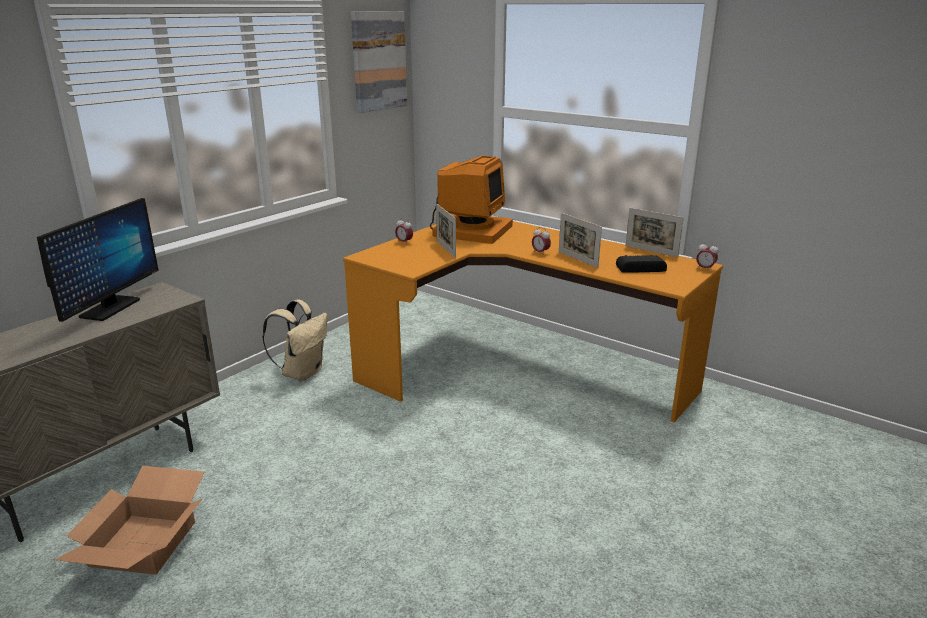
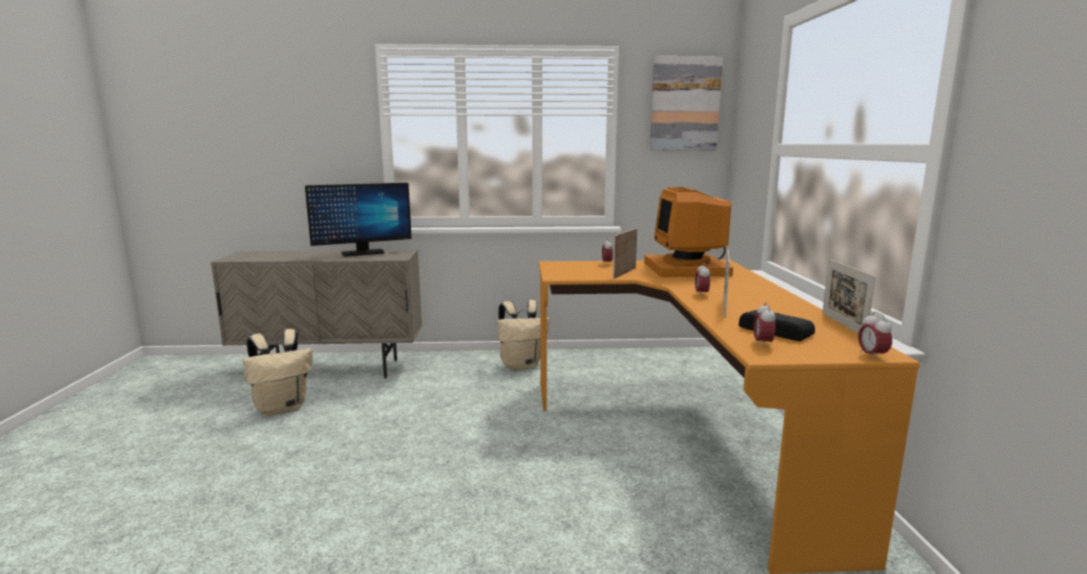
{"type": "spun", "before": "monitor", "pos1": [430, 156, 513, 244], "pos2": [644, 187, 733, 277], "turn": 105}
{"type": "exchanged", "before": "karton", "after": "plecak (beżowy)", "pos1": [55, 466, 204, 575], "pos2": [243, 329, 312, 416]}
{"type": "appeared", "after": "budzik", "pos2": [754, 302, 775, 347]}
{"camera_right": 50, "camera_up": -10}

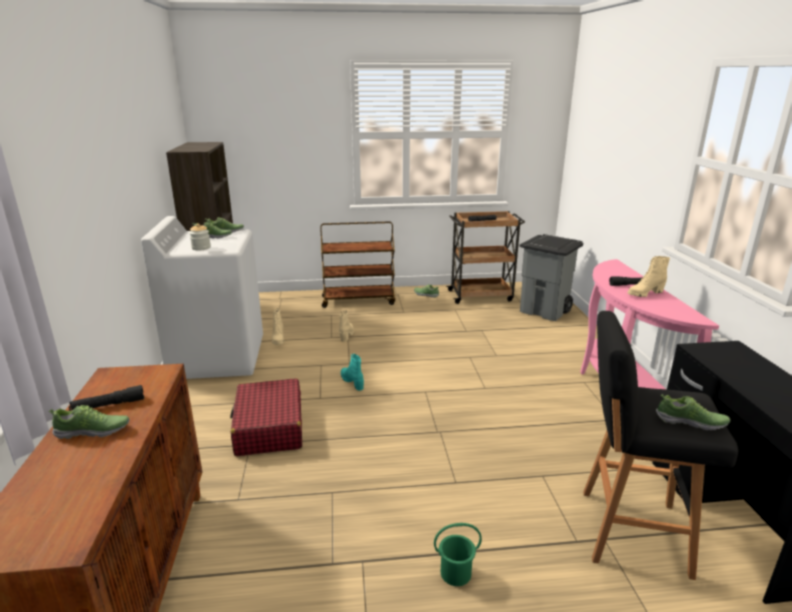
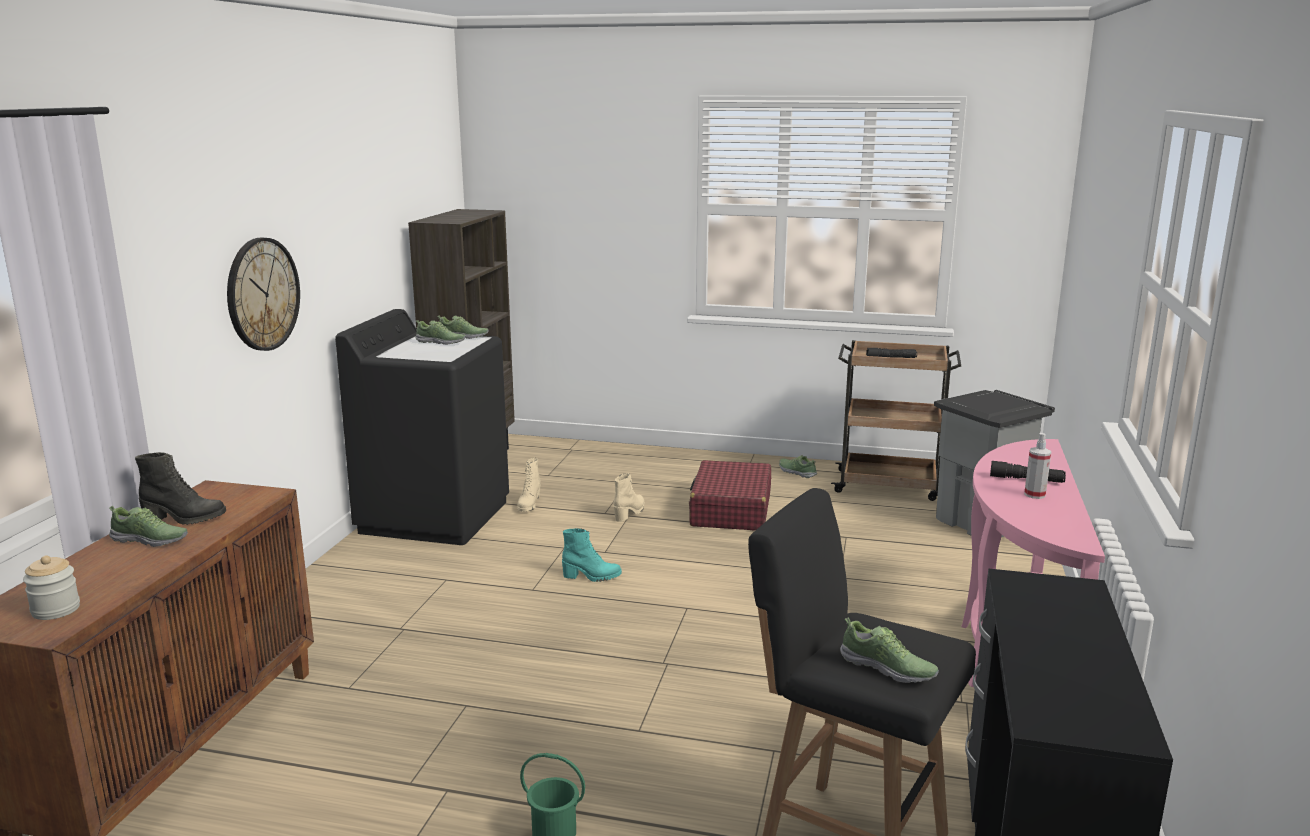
{"type": "colour", "before": "pralka (biały)", "after": "pralka (czarny)", "pos1": [141, 216, 263, 379], "pos2": [335, 309, 509, 545]}
{"type": "missing", "before": "wózek (brązowy)", "pos1": [320, 222, 395, 308]}
{"type": "relocated", "before": "słoik", "pos1": [189, 224, 211, 250], "pos2": [23, 555, 80, 620]}
{"type": "exchanged", "before": "but z cholewką (beżowy)", "after": "spryskiwacz", "pos1": [627, 256, 670, 297], "pos2": [1024, 433, 1051, 499]}
{"type": "spun", "before": "but z cholewką (turkusowy)", "pos1": [341, 354, 364, 391], "pos2": [562, 528, 622, 582], "turn": 105}
{"type": "relocated", "before": "walizka (czerwony)", "pos1": [230, 378, 302, 456], "pos2": [689, 460, 771, 531]}
{"type": "exchanged", "before": "latarka (czarny)", "after": "but z cholewką (czarny)", "pos1": [69, 385, 144, 411], "pos2": [135, 452, 226, 525]}
{"type": "appeared", "after": "zegar ścienny", "pos2": [227, 238, 300, 351]}
{"camera_right": 20, "camera_up": -5}

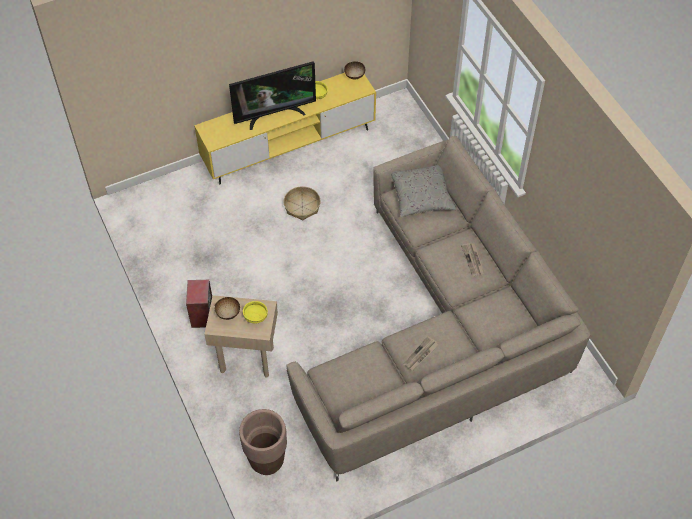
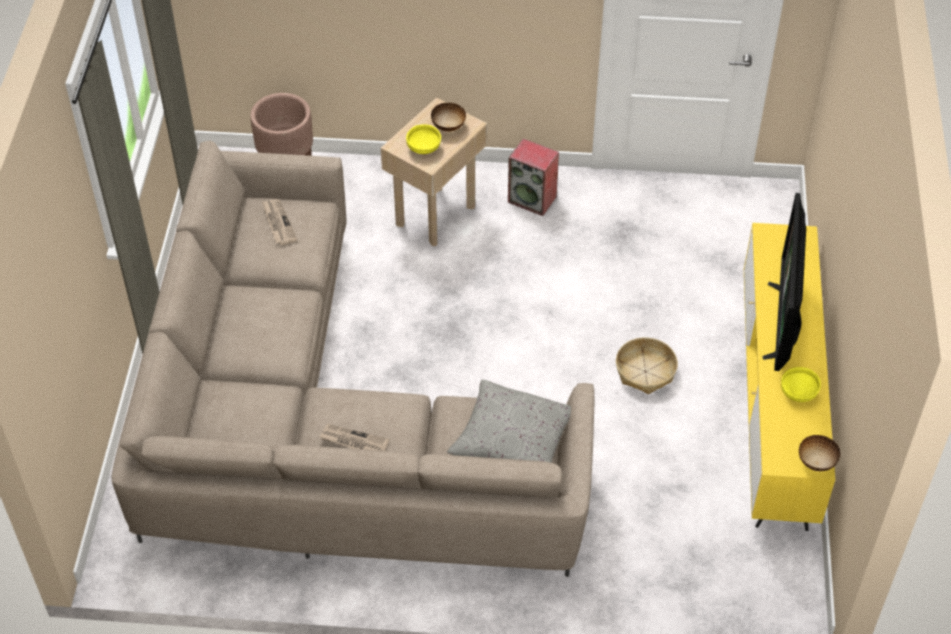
{"type": "relocated", "before": "gazeta", "pos1": [404, 336, 438, 371], "pos2": [262, 199, 297, 245]}
{"camera_right": 120, "camera_up": -5}

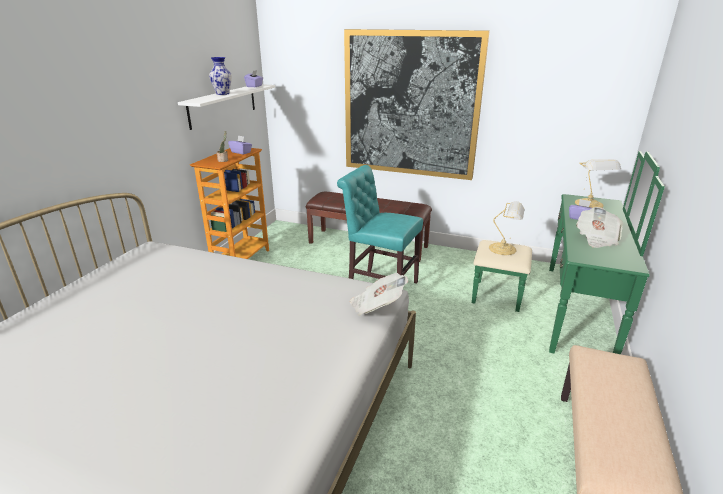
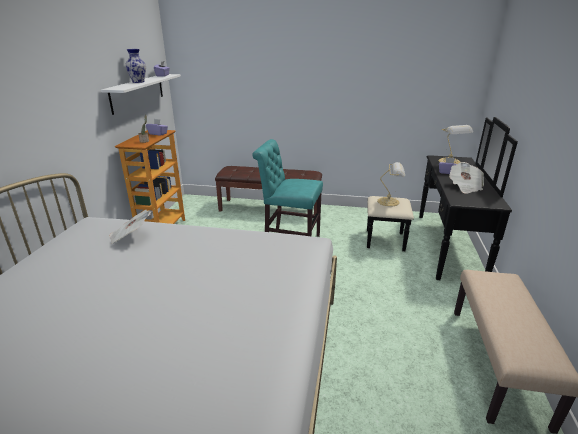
{"type": "missing", "before": "obraz", "pos1": [344, 29, 489, 180]}
{"type": "colour", "before": "komoda (zielony)", "after": "komoda (czarny)", "pos1": [472, 151, 665, 354], "pos2": [367, 117, 518, 280]}
{"type": "relocated", "before": "gazeta", "pos1": [350, 273, 408, 316], "pos2": [109, 210, 151, 244]}
{"camera_right": -10, "camera_up": 0}

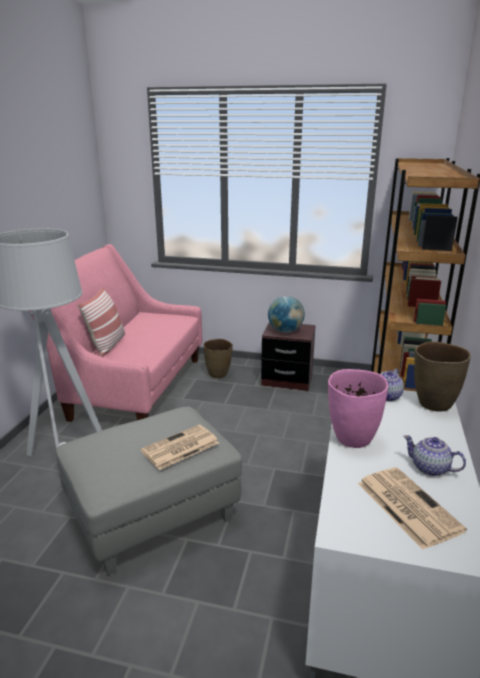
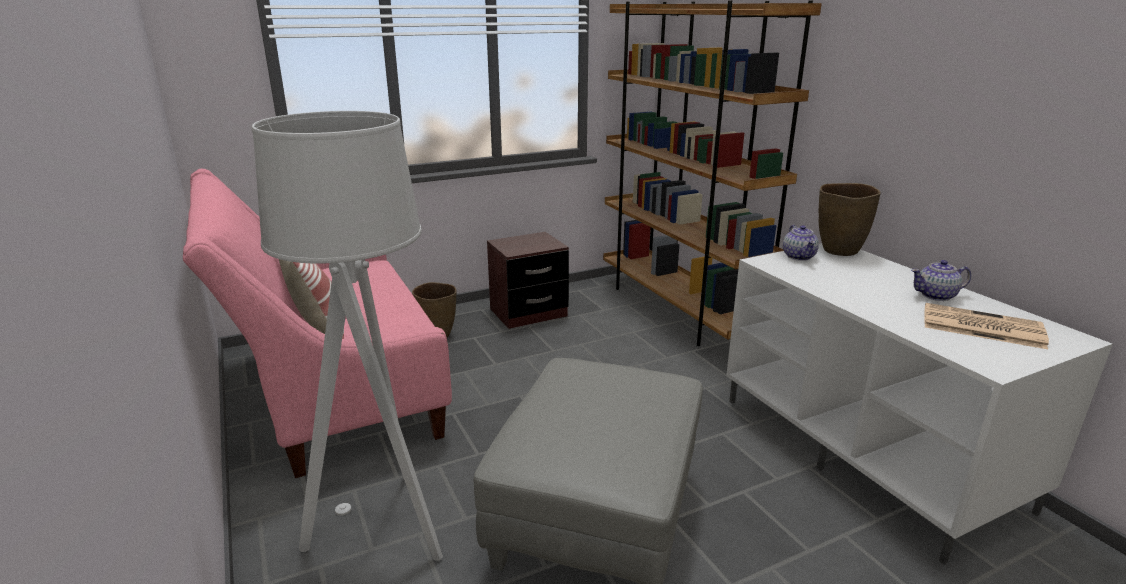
{"type": "missing", "before": "globus", "pos1": [268, 296, 305, 333]}
{"type": "missing", "before": "wazon (różowy)", "pos1": [328, 369, 388, 448]}
{"type": "missing", "before": "gazeta", "pos1": [141, 425, 219, 470]}
{"camera_right": -40, "camera_up": 0}

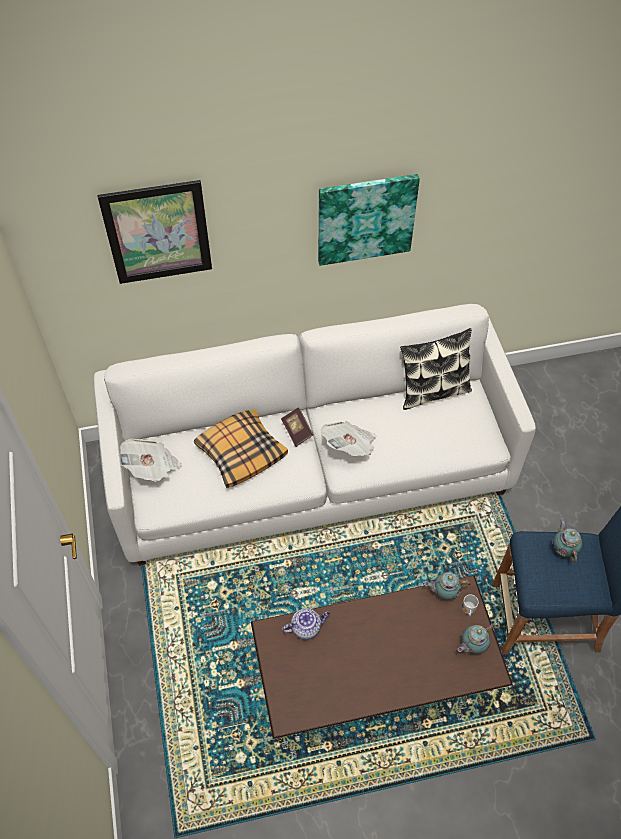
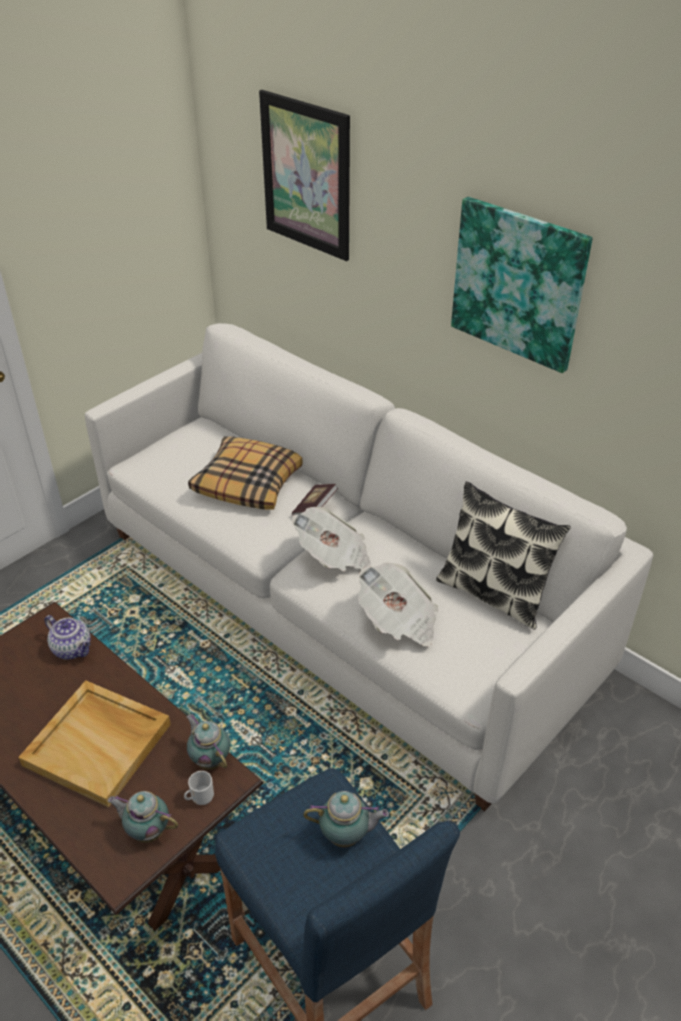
{"type": "relocated", "before": "gazeta", "pos1": [120, 438, 182, 482], "pos2": [358, 563, 438, 646]}
{"type": "spun", "before": "imbryk", "pos1": [553, 518, 583, 562], "pos2": [304, 791, 389, 847], "turn": 45}
{"type": "appeared", "after": "taca (beżowy)", "pos2": [18, 680, 171, 807]}
{"camera_right": 55, "camera_up": -15}

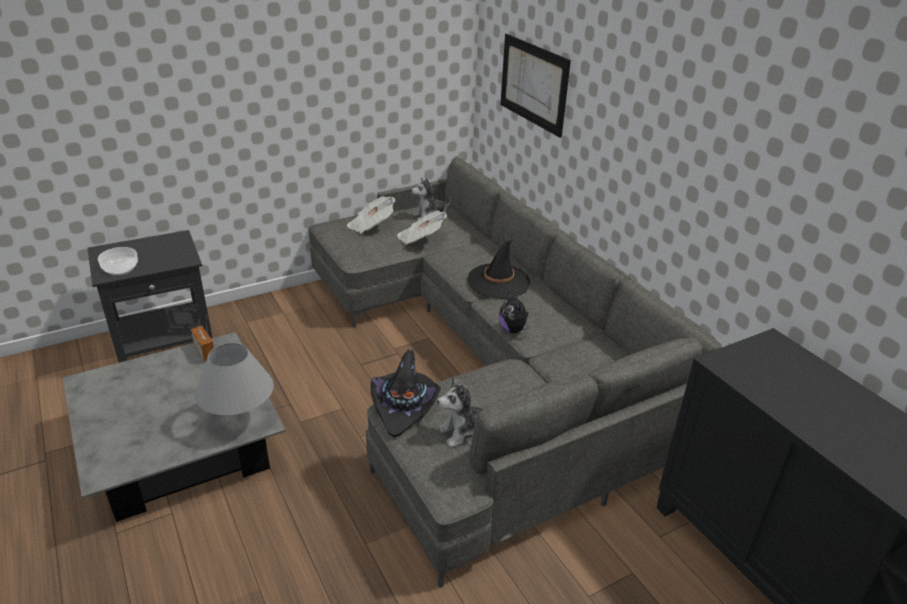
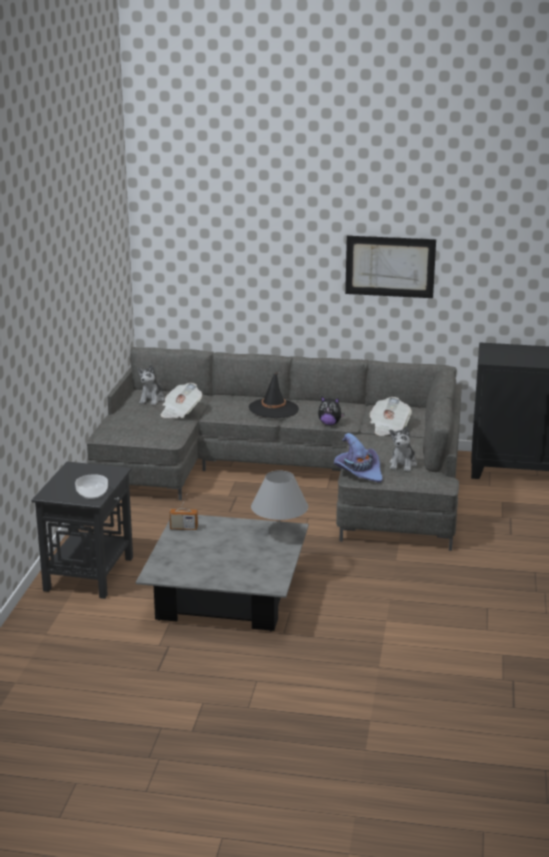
{"type": "relocated", "before": "obraz", "pos1": [500, 34, 571, 138], "pos2": [345, 236, 436, 298]}
{"type": "relocated", "before": "gazeta", "pos1": [347, 196, 396, 233], "pos2": [369, 397, 412, 436]}
{"type": "colour", "before": "kapelusz (czarny)", "after": "kapelusz (fioletowy)", "pos1": [371, 350, 441, 437], "pos2": [334, 433, 383, 482]}
{"camera_right": -50, "camera_up": -10}

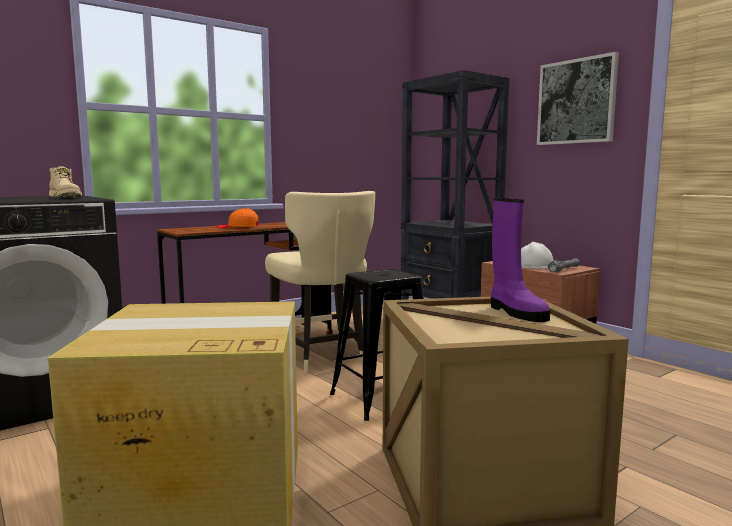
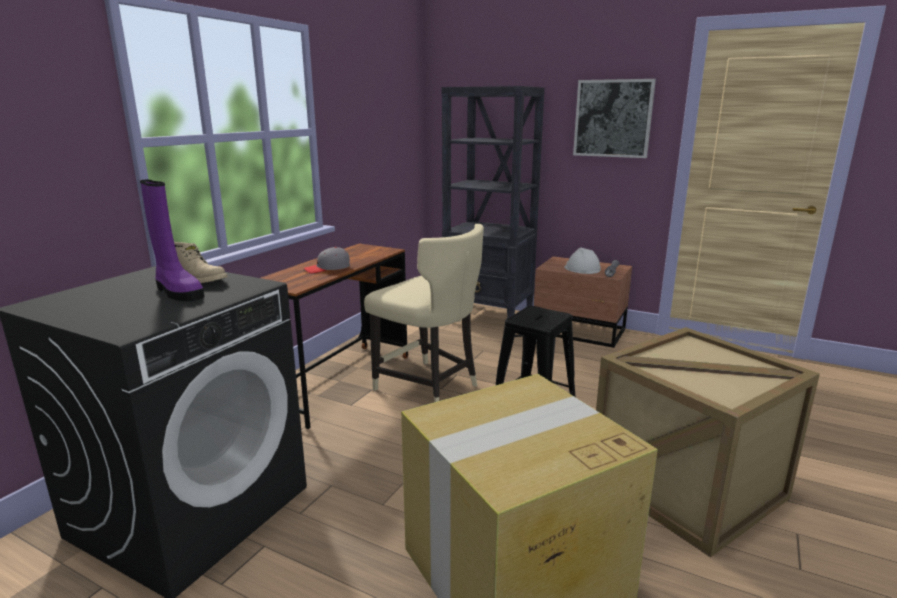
{"type": "relocated", "before": "but z cholewką (fioletowy)", "pos1": [491, 198, 550, 322], "pos2": [140, 180, 205, 301]}
{"type": "colour", "before": "czapka z daszkiem (pomarańczowy)", "after": "czapka z daszkiem (szary)", "pos1": [216, 208, 259, 228], "pos2": [304, 247, 350, 273]}
{"camera_right": -25, "camera_up": 10}

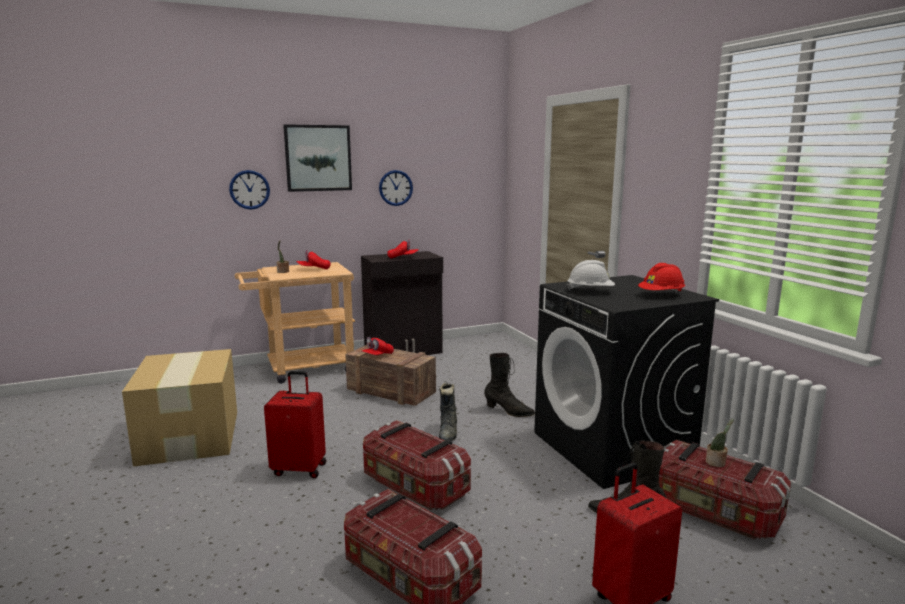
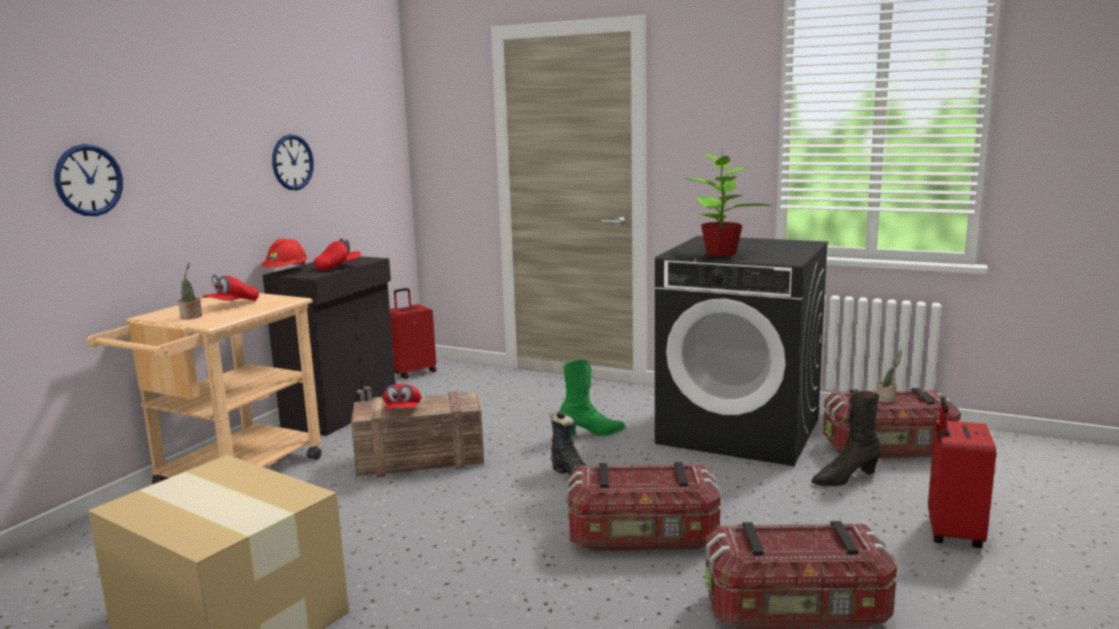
{"type": "missing", "before": "obraz", "pos1": [283, 124, 352, 192]}
{"type": "exchanged", "before": "kask (biały)", "after": "roślina doniczkowa", "pos1": [566, 260, 615, 291], "pos2": [683, 147, 772, 257]}
{"type": "relocated", "before": "kask (czerwony)", "pos1": [638, 263, 685, 293], "pos2": [261, 239, 308, 267]}
{"type": "colour", "before": "but z cholewką (czarny)", "after": "but z cholewką (zielony)", "pos1": [484, 353, 535, 417], "pos2": [559, 360, 625, 436]}
{"type": "relocated", "before": "walizka (czerwony)", "pos1": [264, 371, 326, 478], "pos2": [390, 288, 437, 379]}
{"camera_right": -40, "camera_up": 0}

